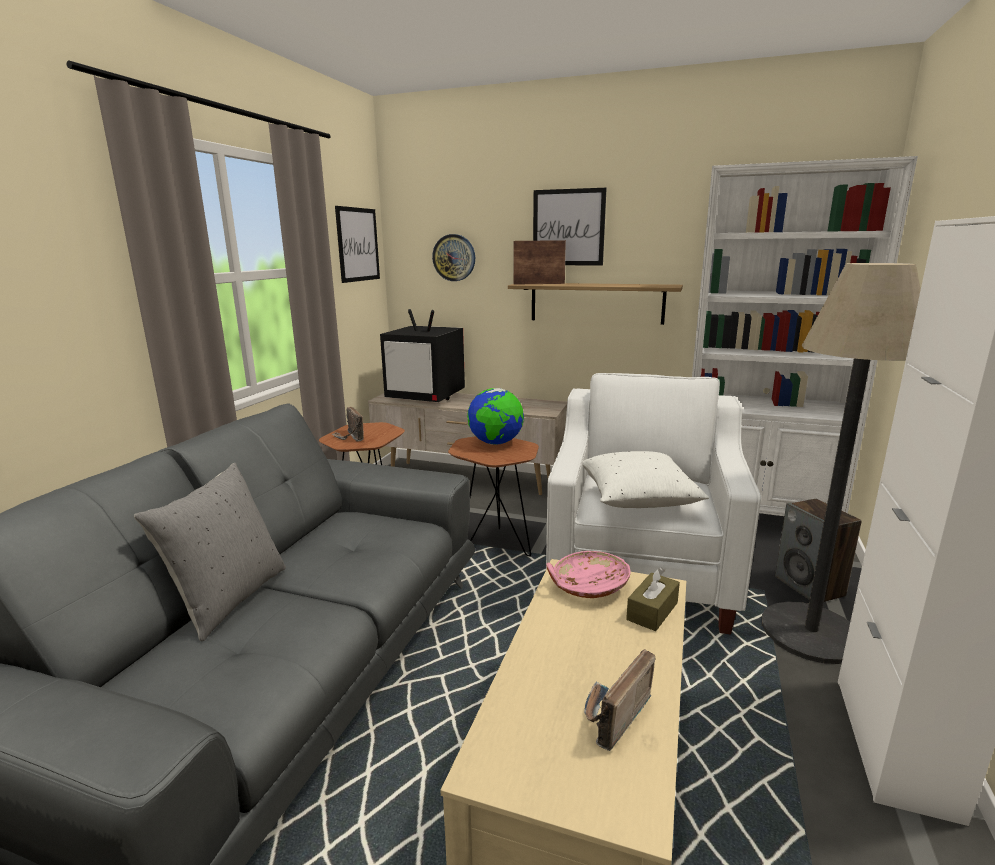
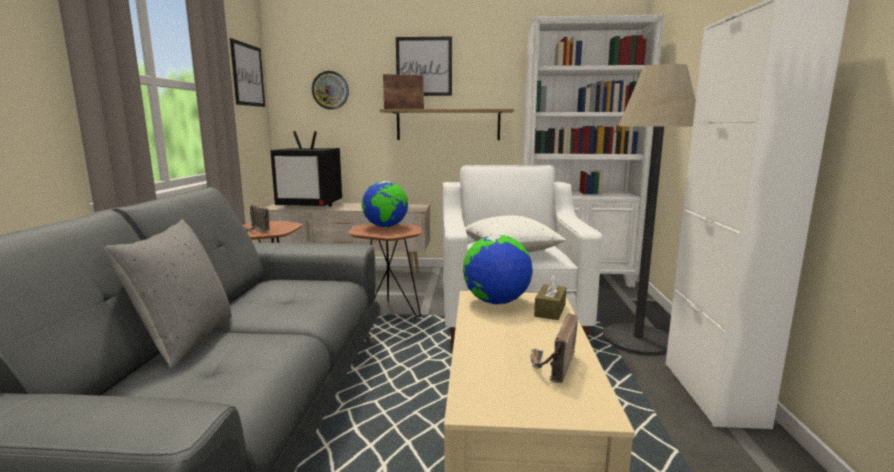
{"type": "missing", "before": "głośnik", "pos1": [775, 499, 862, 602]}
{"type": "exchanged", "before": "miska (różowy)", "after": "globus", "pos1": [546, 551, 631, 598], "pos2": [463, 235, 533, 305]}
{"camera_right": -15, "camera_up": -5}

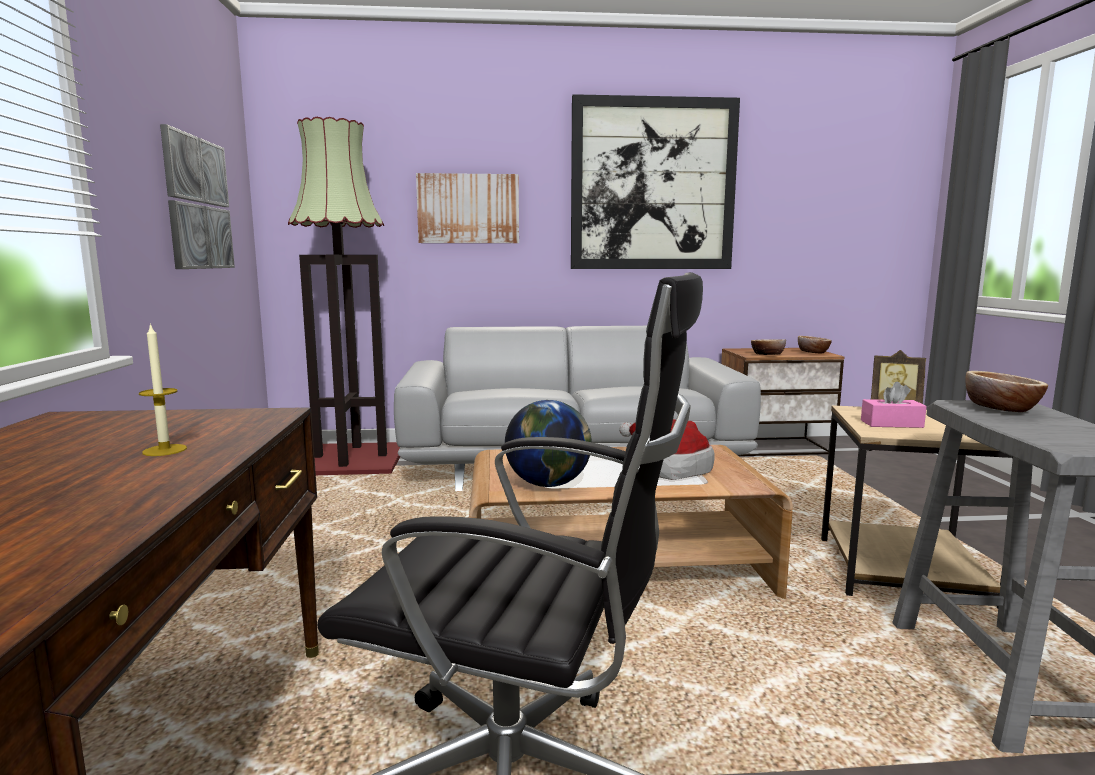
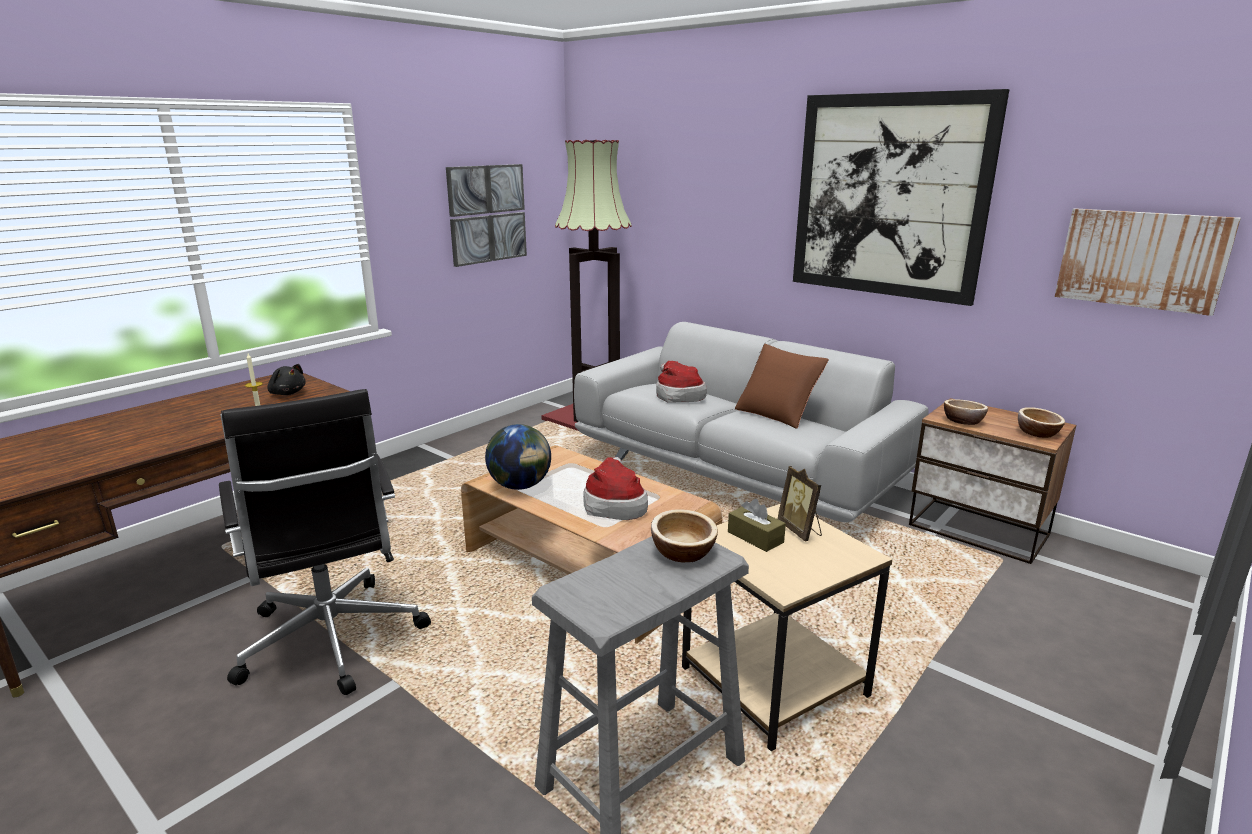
{"type": "relocated", "before": "obraz", "pos1": [416, 173, 519, 243], "pos2": [1055, 208, 1241, 316]}
{"type": "colour", "before": "pudełko chusteczek (różowy)", "after": "pudełko chusteczek (brązowy)", "pos1": [861, 382, 927, 428], "pos2": [728, 499, 786, 552]}
{"type": "appeared", "after": "poduszka (brązowy)", "pos2": [735, 344, 829, 429]}
{"type": "appeared", "after": "kapelusz", "pos2": [656, 361, 707, 403]}
{"type": "appeared", "after": "pluszak (czarny)", "pos2": [267, 364, 306, 395]}
{"camera_right": 45, "camera_up": 10}

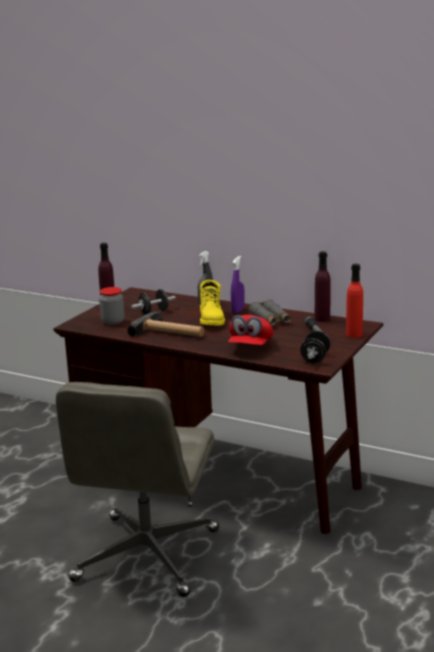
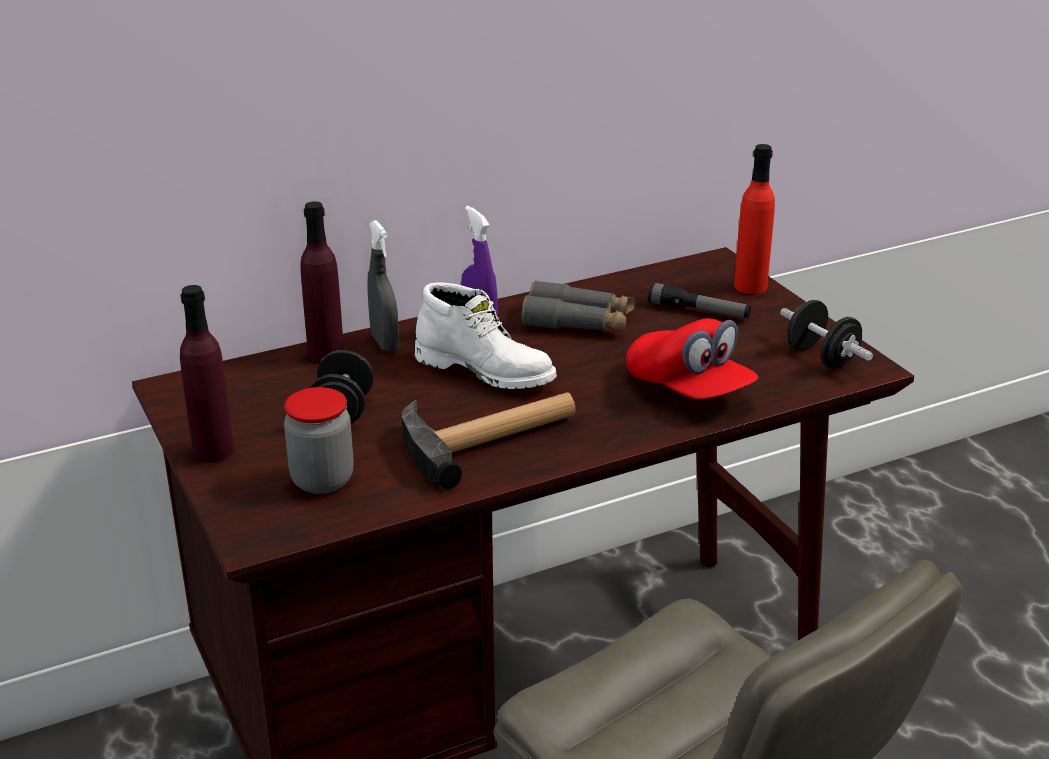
{"type": "relocated", "before": "butelka (fioletowy)", "pos1": [314, 251, 331, 322], "pos2": [300, 201, 344, 363]}
{"type": "colour", "before": "but z cholewką (żółty)", "after": "but z cholewką (biały)", "pos1": [200, 280, 225, 326], "pos2": [415, 282, 557, 389]}
{"camera_right": -55, "camera_up": 10}

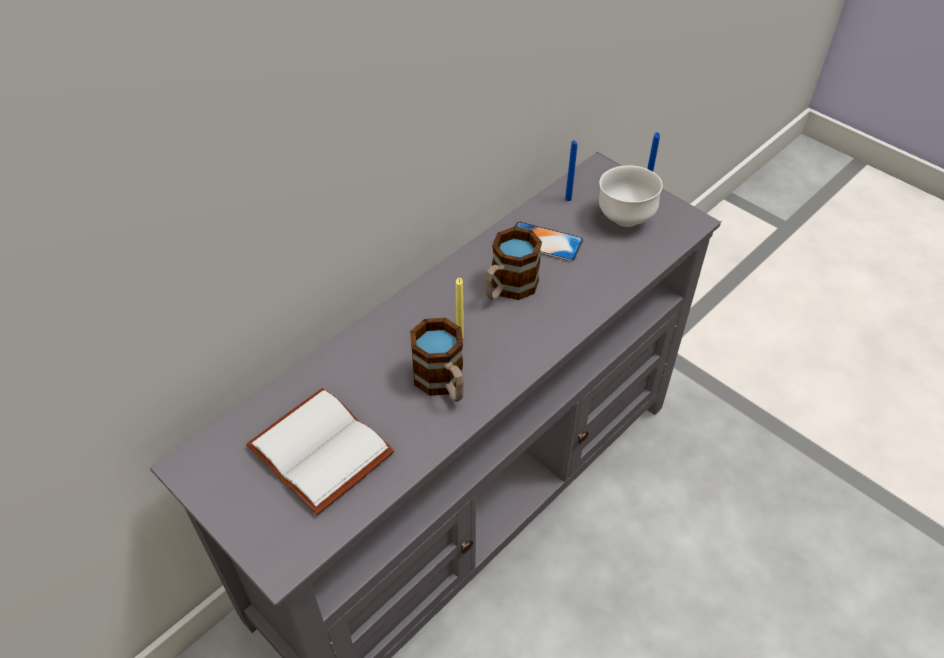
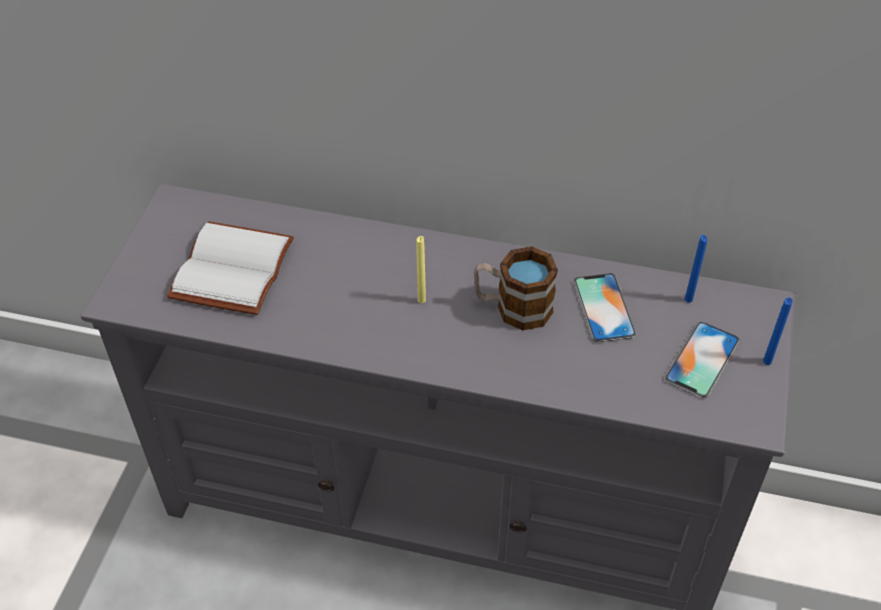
{"type": "exchanged", "before": "miska (biały)", "after": "telefon", "pos1": [599, 165, 663, 227], "pos2": [664, 322, 740, 398]}
{"type": "missing", "before": "kubek", "pos1": [410, 318, 464, 402]}
{"camera_right": 60, "camera_up": 0}

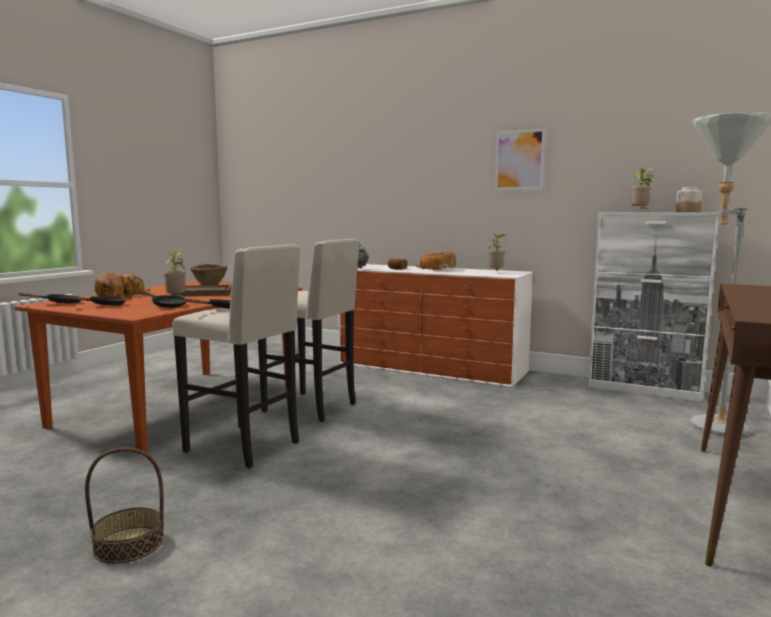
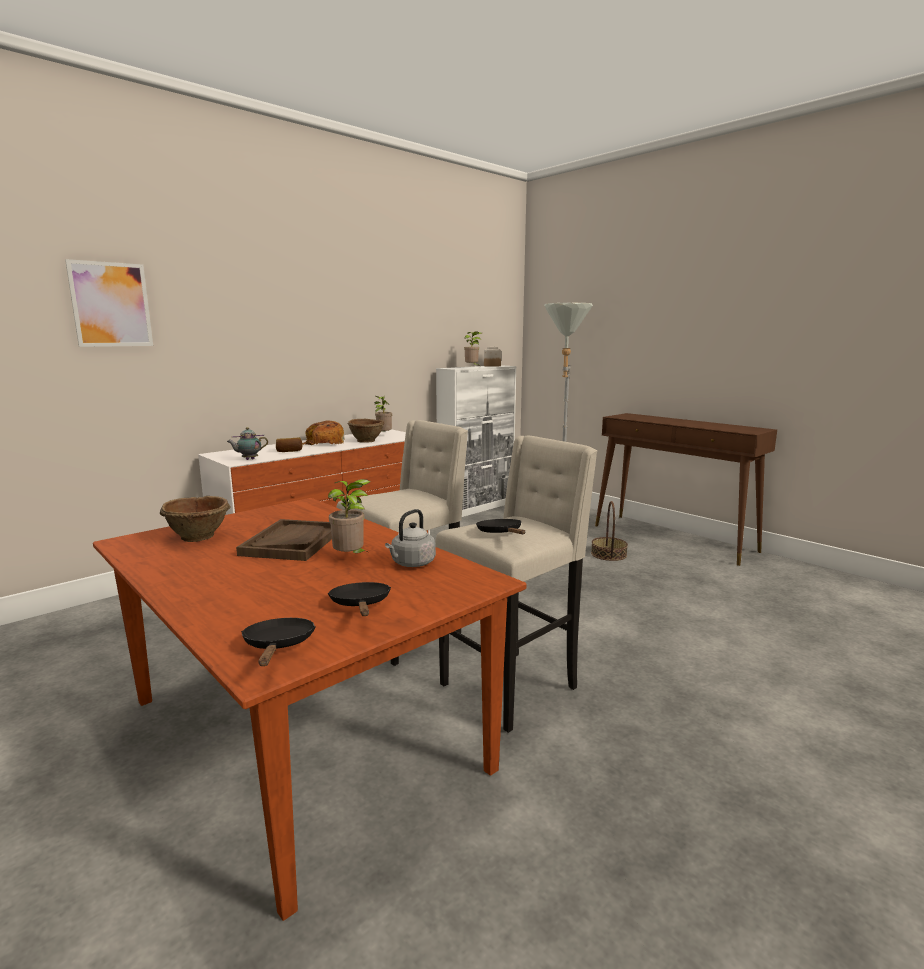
{"type": "relocated", "before": "obraz", "pos1": [495, 129, 545, 190], "pos2": [65, 259, 153, 347]}
{"type": "missing", "before": "chleb", "pos1": [94, 273, 150, 298]}
{"type": "exchanged", "before": "patelnia (czarny)", "after": "czajnik (szary)", "pos1": [142, 290, 186, 308], "pos2": [385, 509, 436, 567]}
{"type": "relocated", "before": "koszyk", "pos1": [85, 447, 164, 564], "pos2": [591, 501, 628, 561]}
{"type": "appeared", "after": "miska (brązowy)", "pos2": [348, 419, 384, 443]}
{"camera_right": -70, "camera_up": 5}

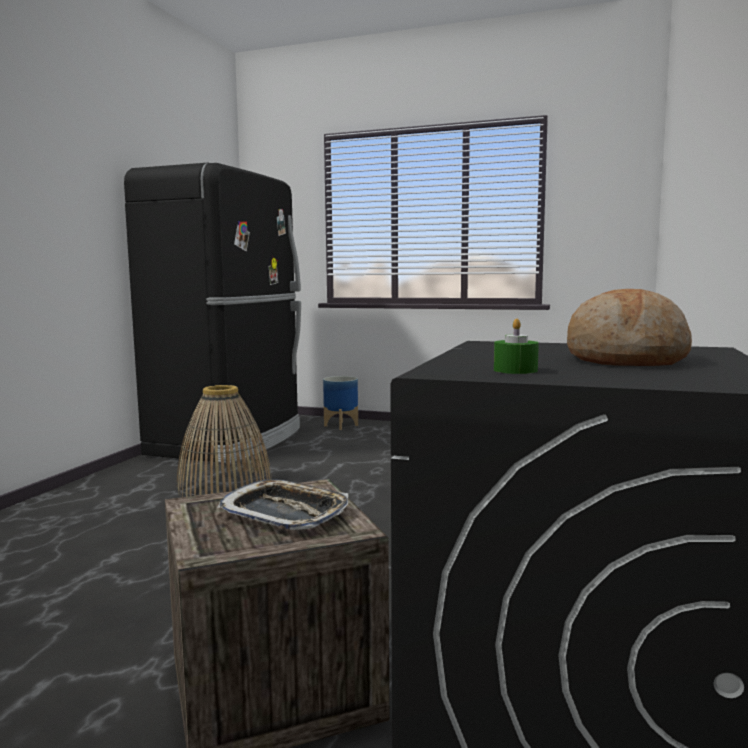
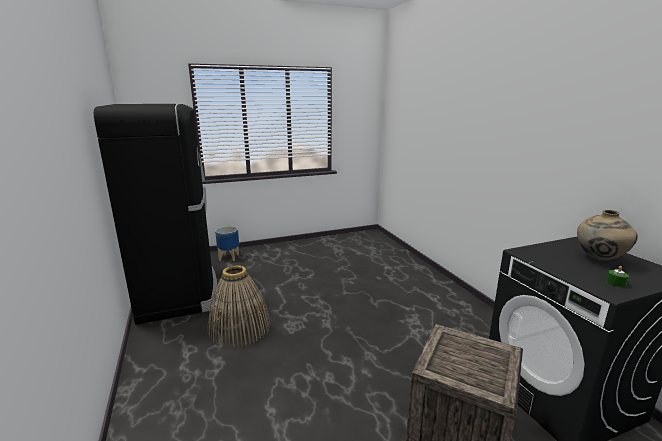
{"type": "exchanged", "before": "chleb", "after": "wazon (beżowy)", "pos1": [567, 289, 692, 366], "pos2": [577, 210, 638, 261]}
{"type": "missing", "before": "taca", "pos1": [217, 479, 348, 530]}
{"camera_right": -40, "camera_up": 10}

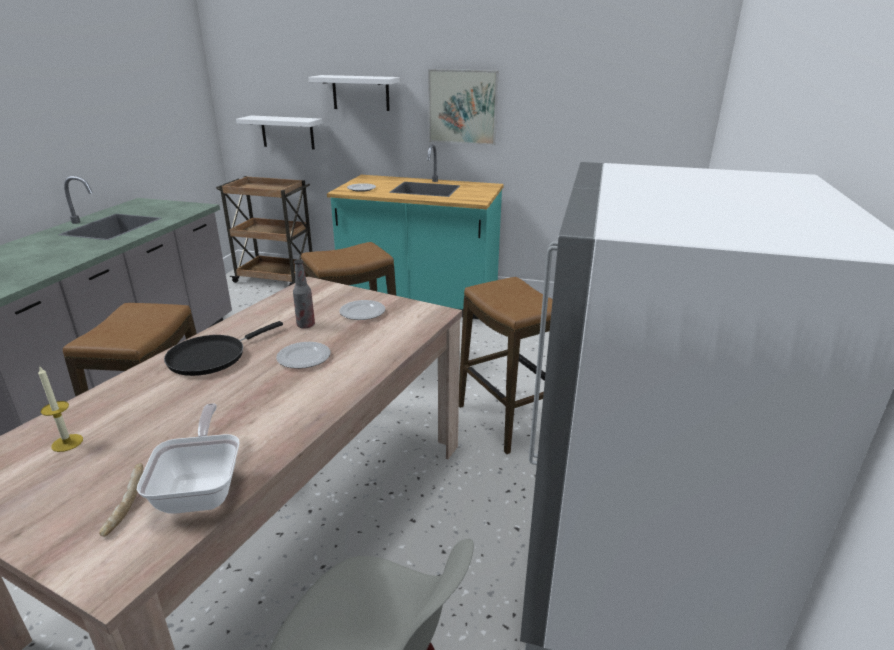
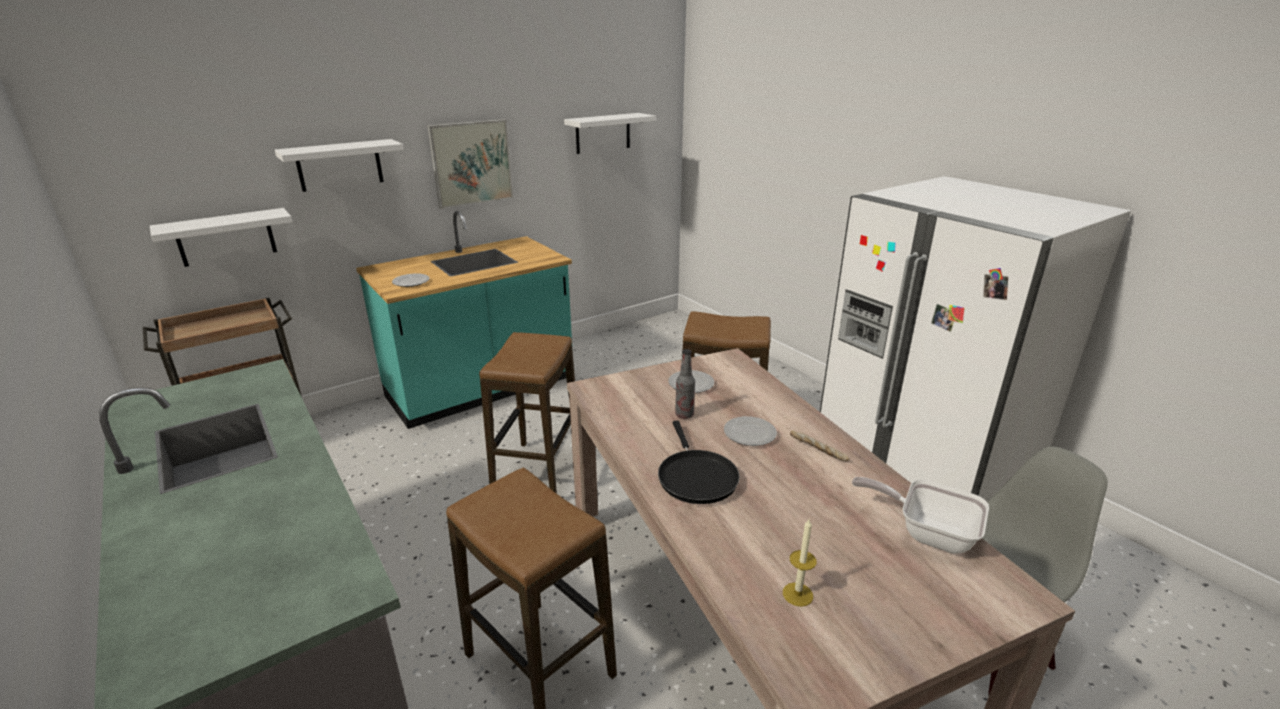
{"type": "relocated", "before": "chleb", "pos1": [99, 463, 143, 537], "pos2": [790, 430, 849, 462]}
{"type": "appeared", "after": "półka (biały)", "pos2": [564, 113, 656, 154]}
{"camera_right": -50, "camera_up": 0}

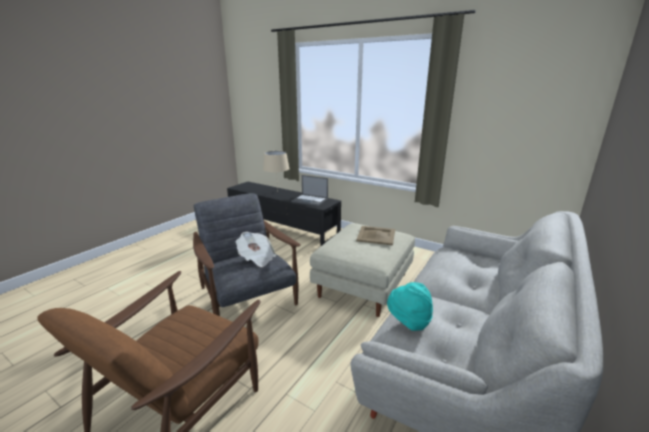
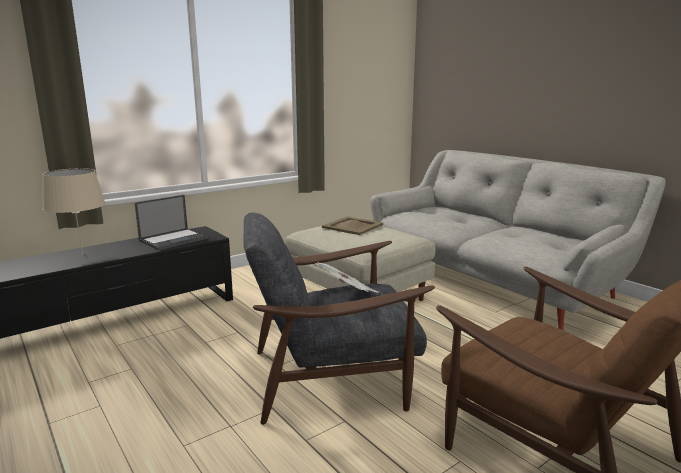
{"type": "missing", "before": "kapelusz (turkusowy)", "pos1": [387, 282, 433, 331]}
{"camera_right": -70, "camera_up": -5}

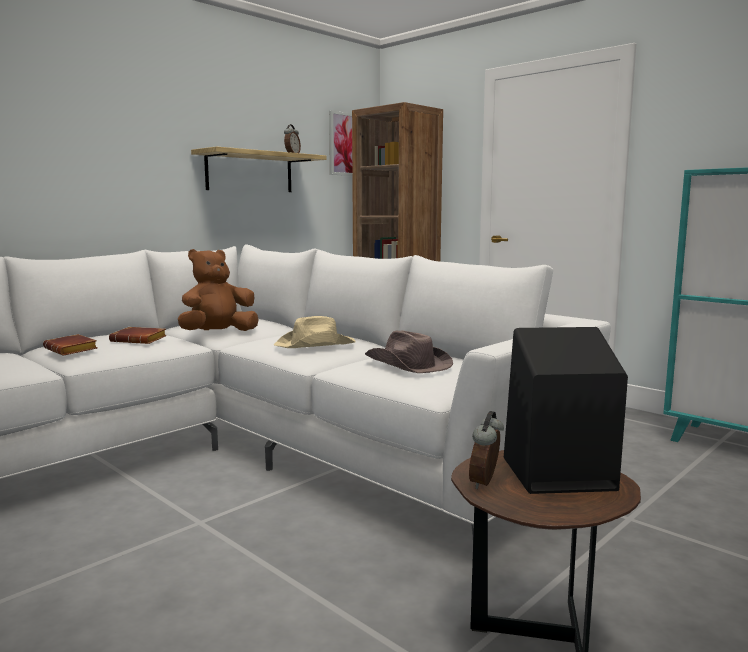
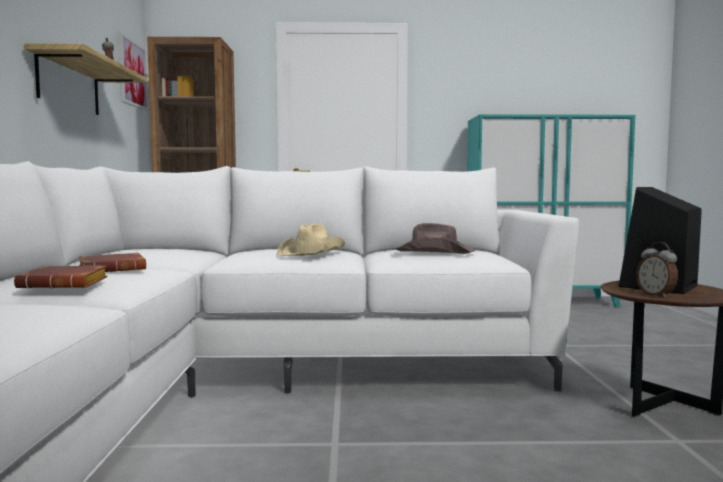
{"type": "missing", "before": "pluszak (brązowy)", "pos1": [178, 249, 258, 331]}
{"camera_right": -45, "camera_up": -5}

